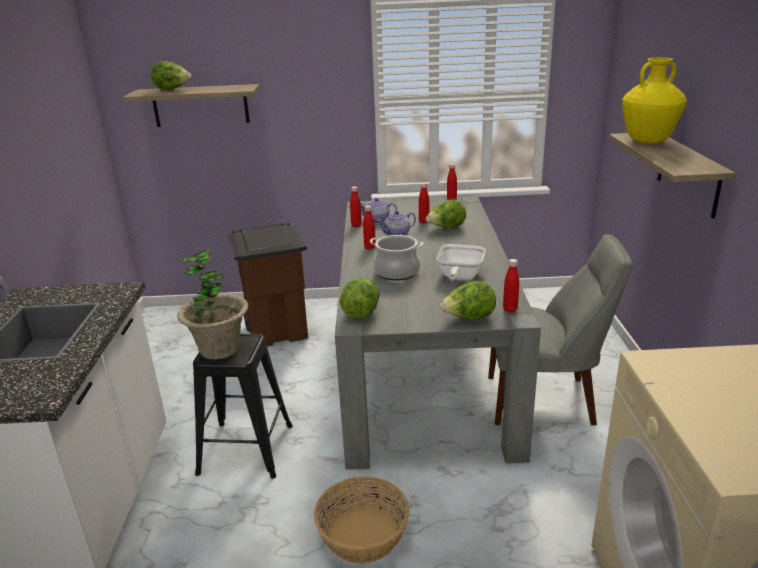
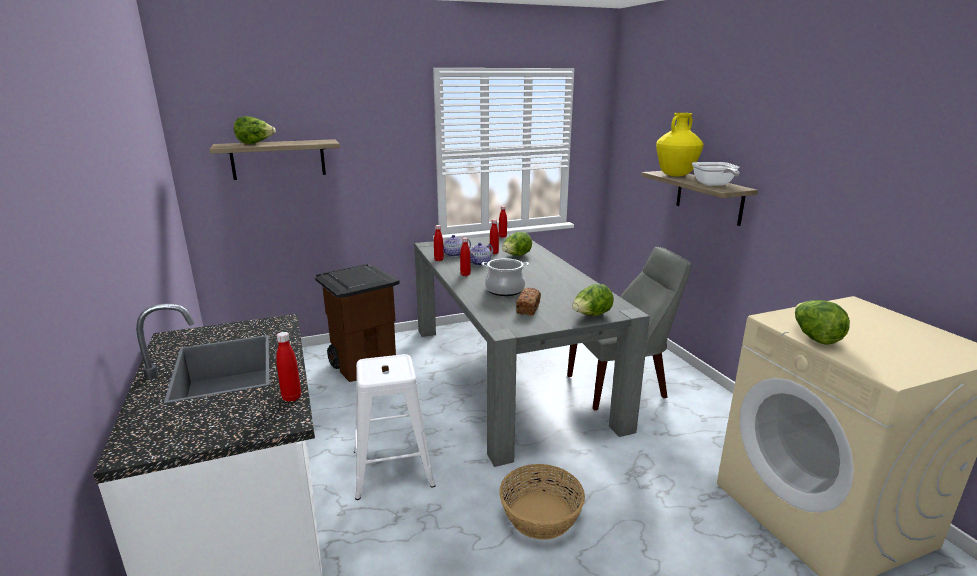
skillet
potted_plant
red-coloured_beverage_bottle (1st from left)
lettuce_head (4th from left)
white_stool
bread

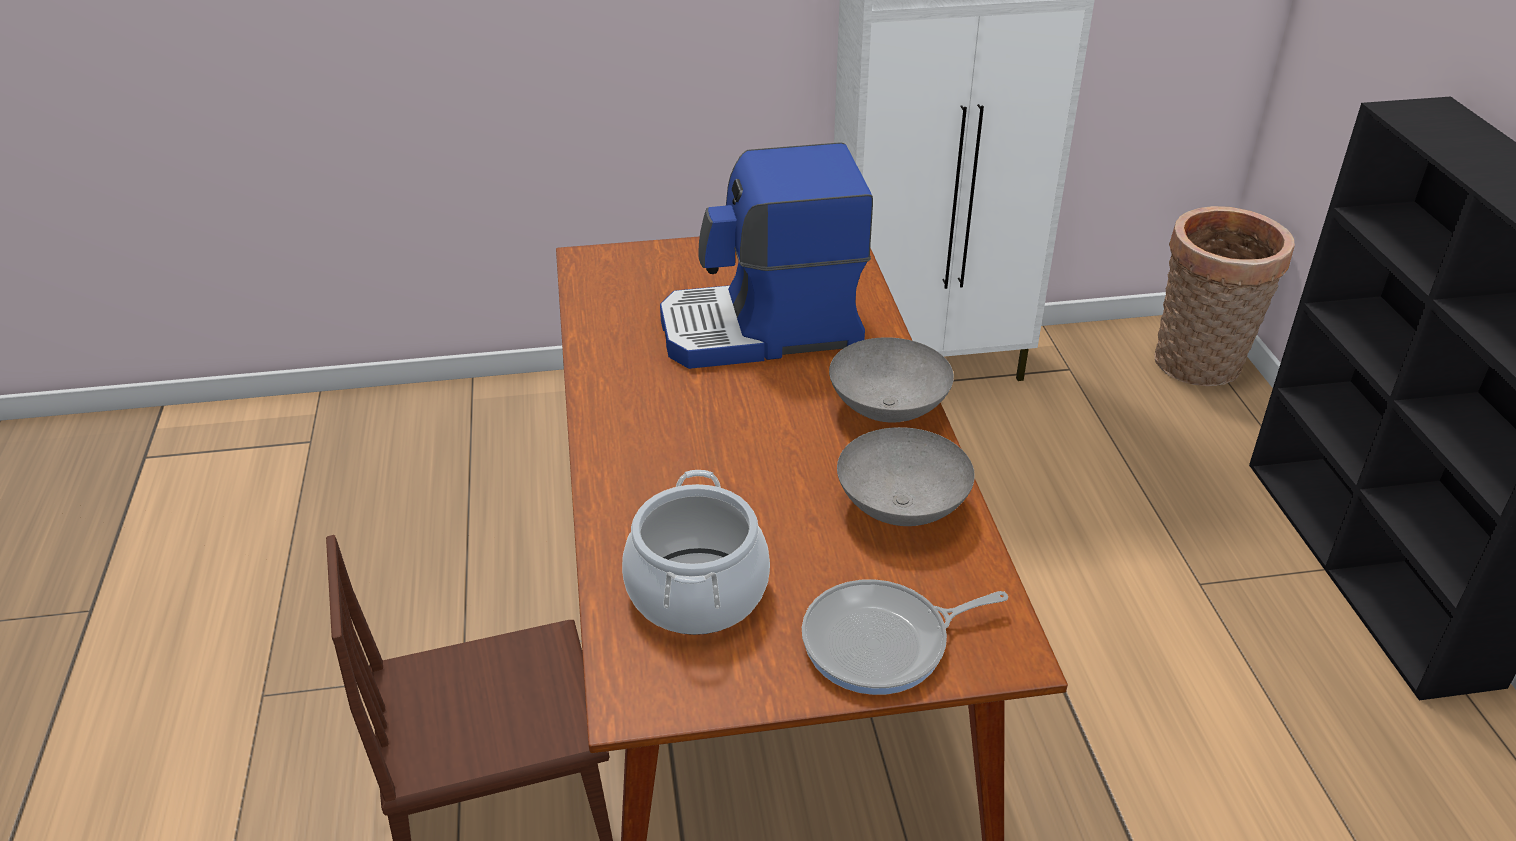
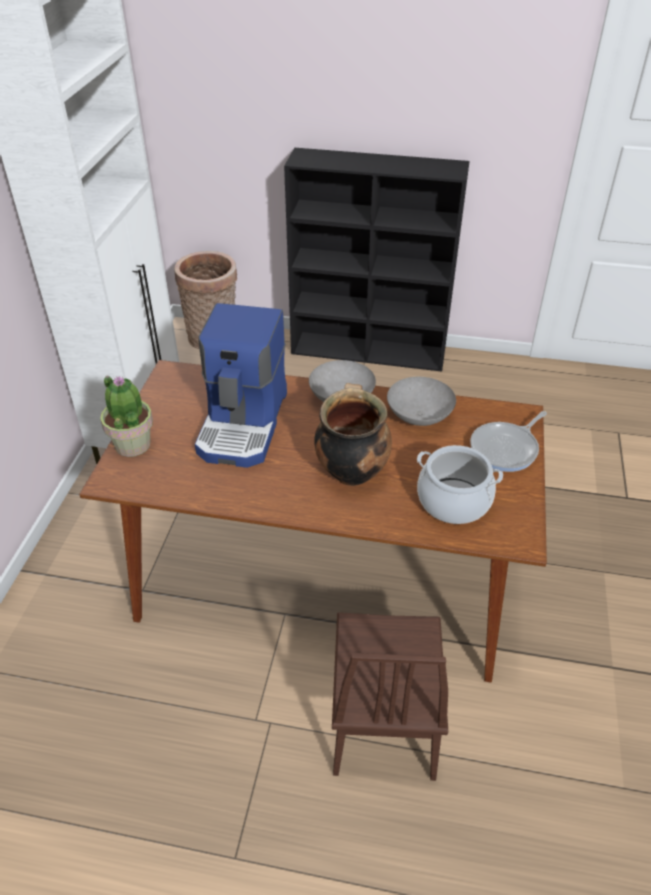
skillet
potted_plant
saucepot (1st from left)

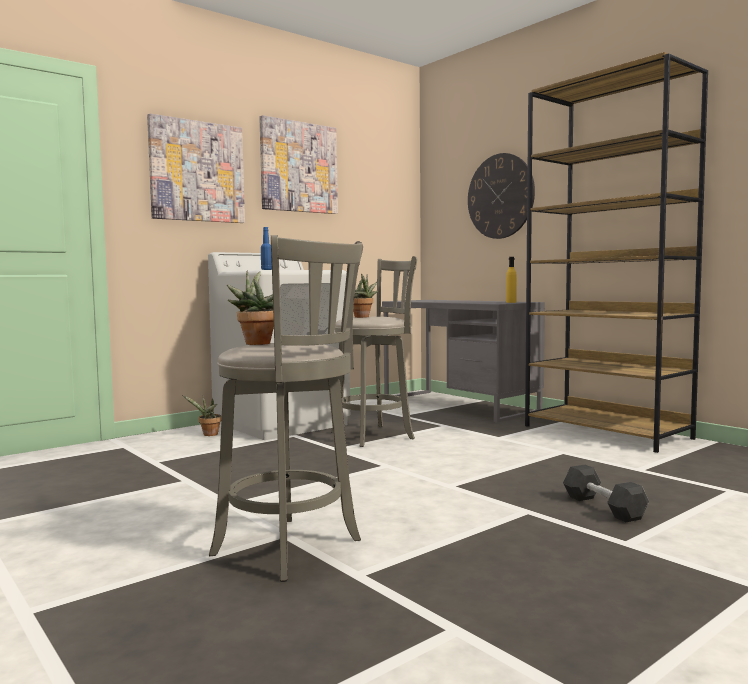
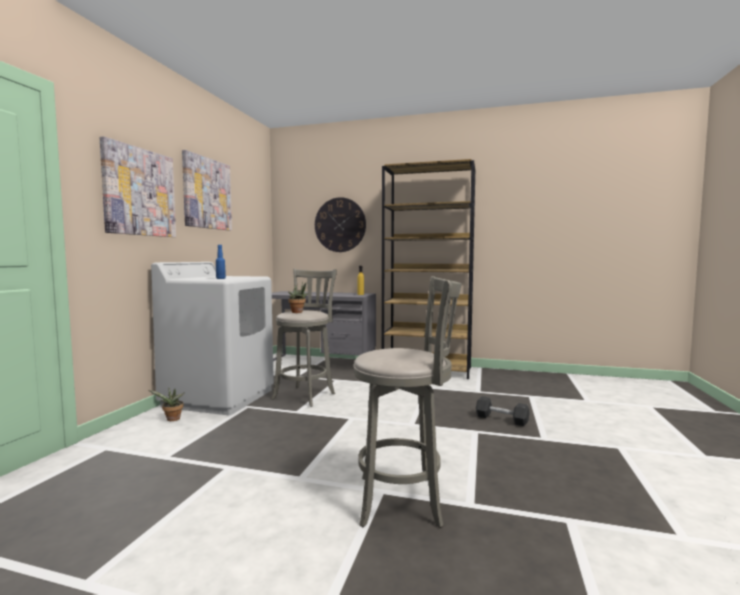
potted_plant (2nd from left in the first image)

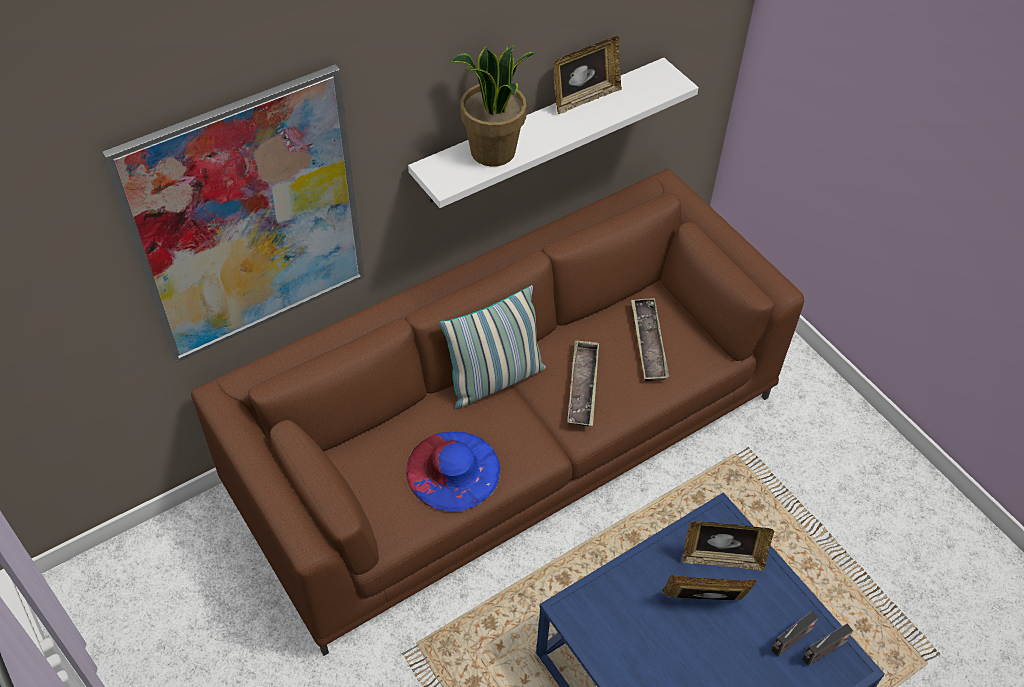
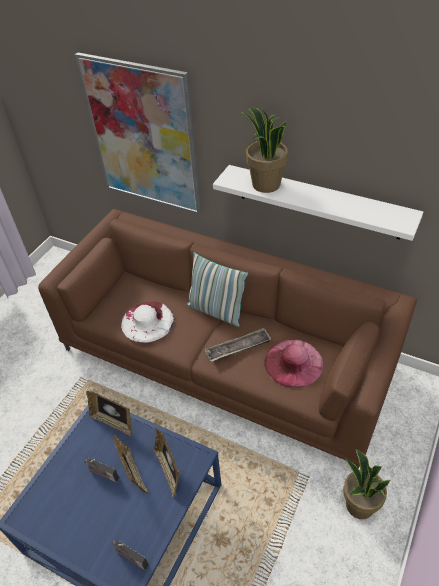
standing_frame (1st from left)
pink_hat
white_hat
radio_set (1st from left)
potted_plant (2nd from left)

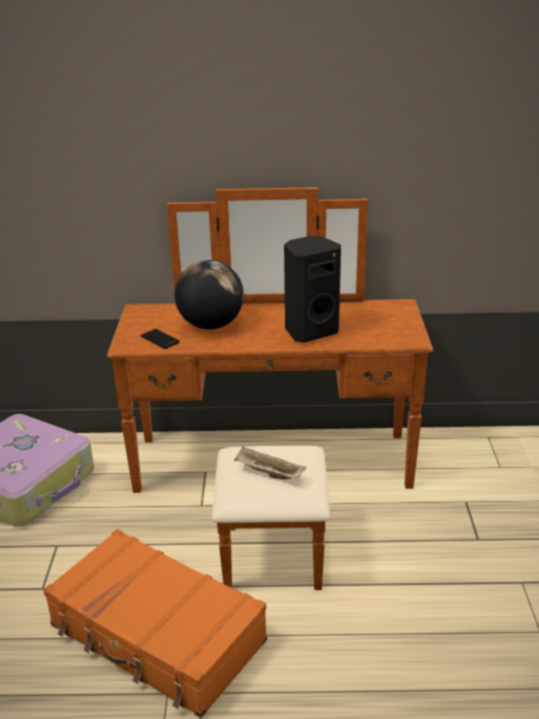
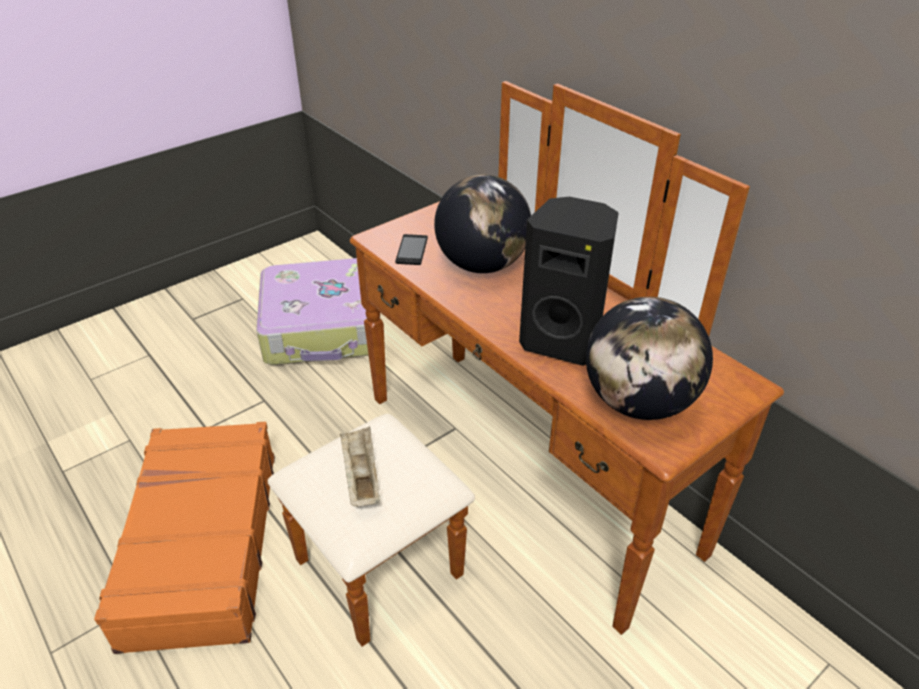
desk_globe (2nd from left)

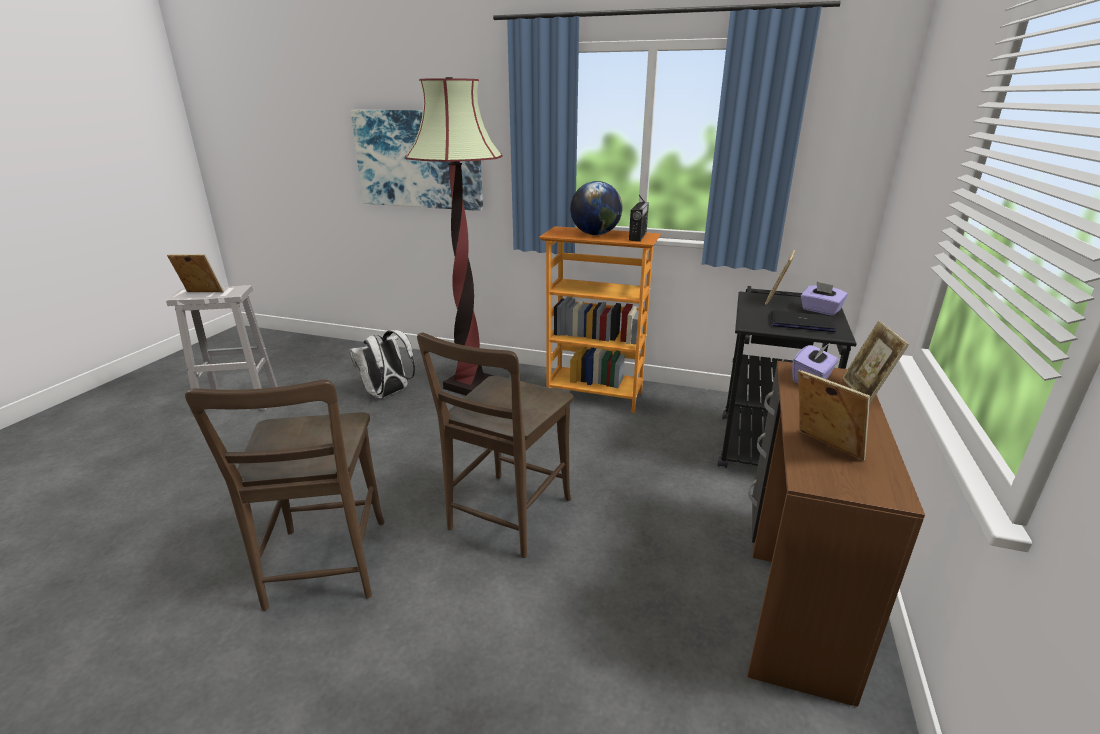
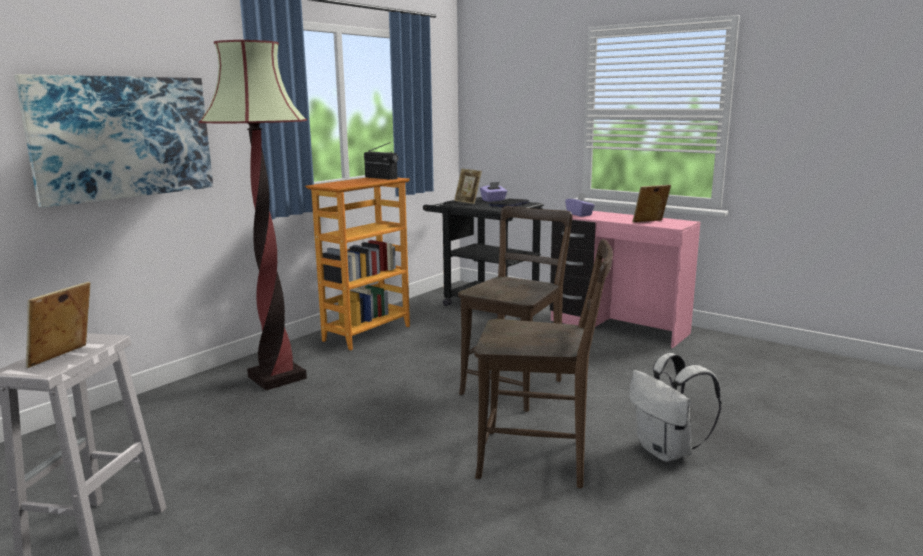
desk_globe
standing_frame (4th from left in the first image)
white_rucksack
brownish_upright_chair (1st from left)
pink_desk

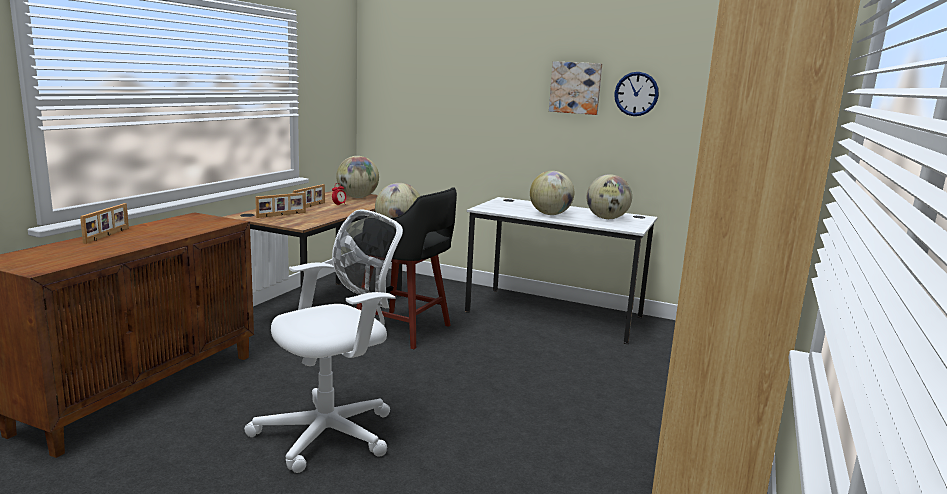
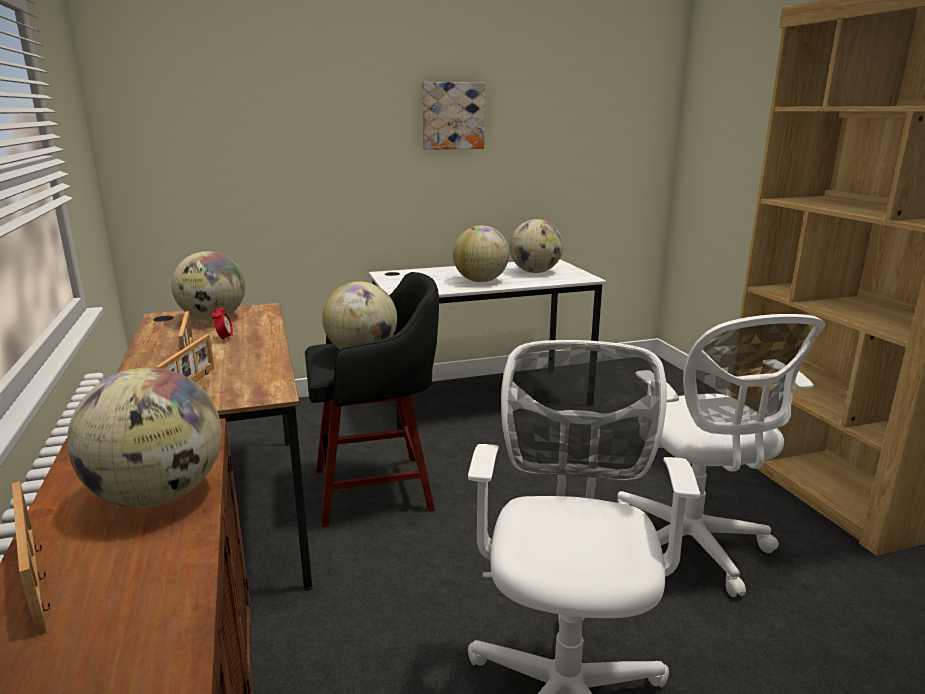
hanging_clock
white_desk_chair (2nd from left)
desk_globe (1st from left)

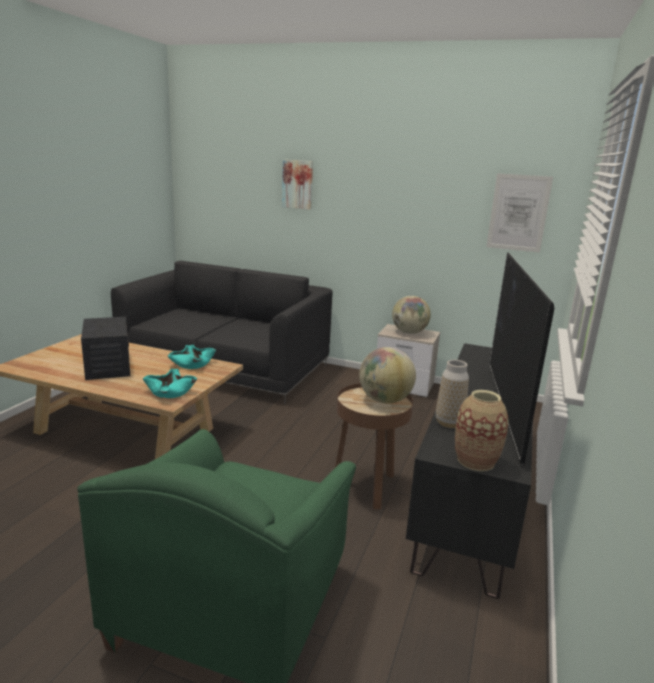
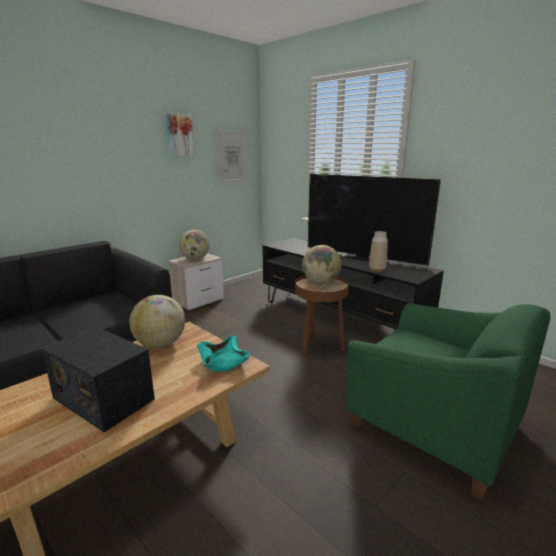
wall_art (1st from left)
radio_set
desk_globe (1st from left)
flower_vase (2nd from left in the first image)

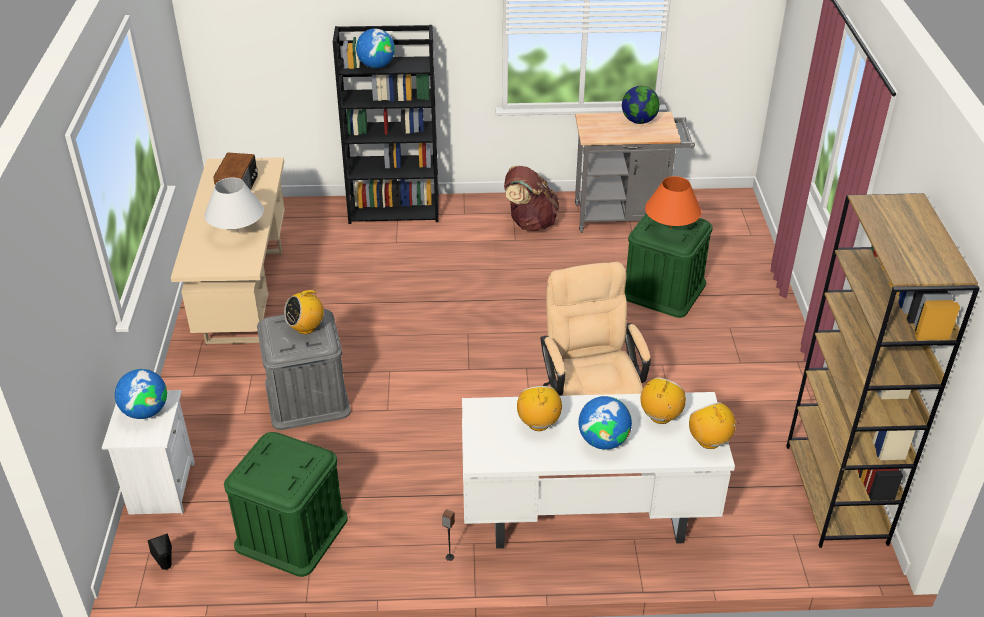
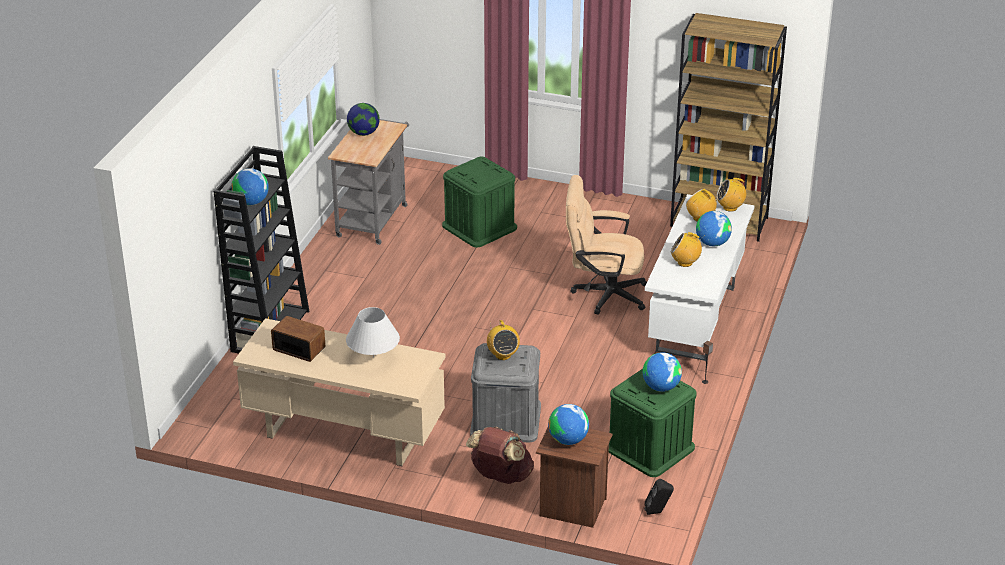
brownish_rucksack
orangey_tabletop_lamp
brownish_nightstand
desk_globe (4th from left)

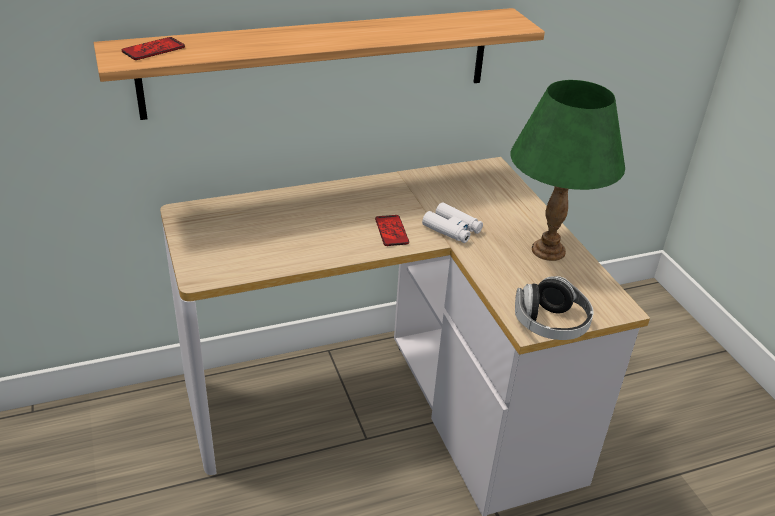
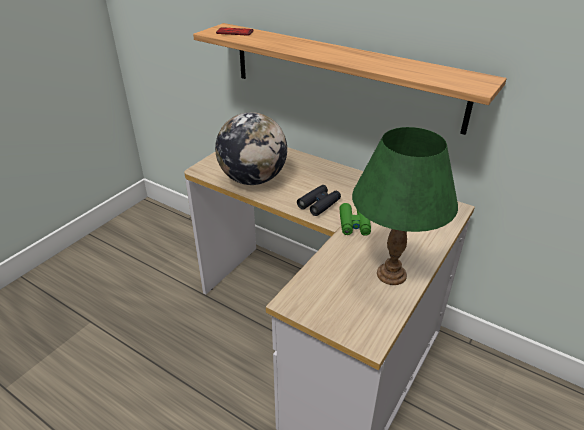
green_field_glasses
black-coloured_field_glasses
pair_of_headphones
desk_globe

